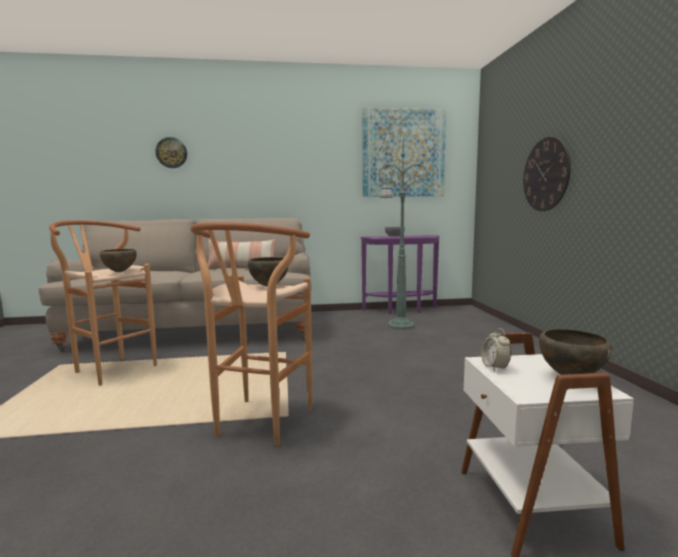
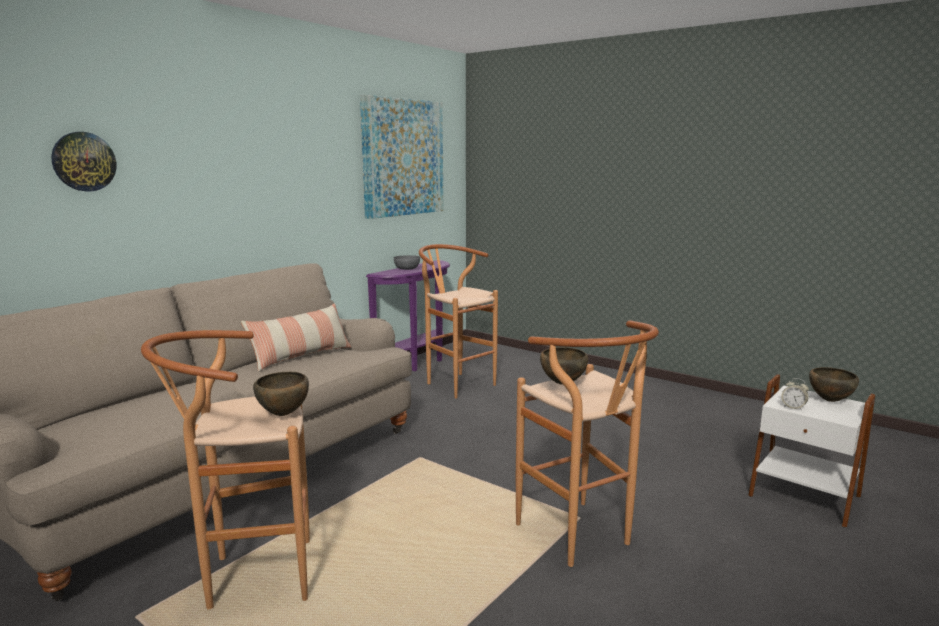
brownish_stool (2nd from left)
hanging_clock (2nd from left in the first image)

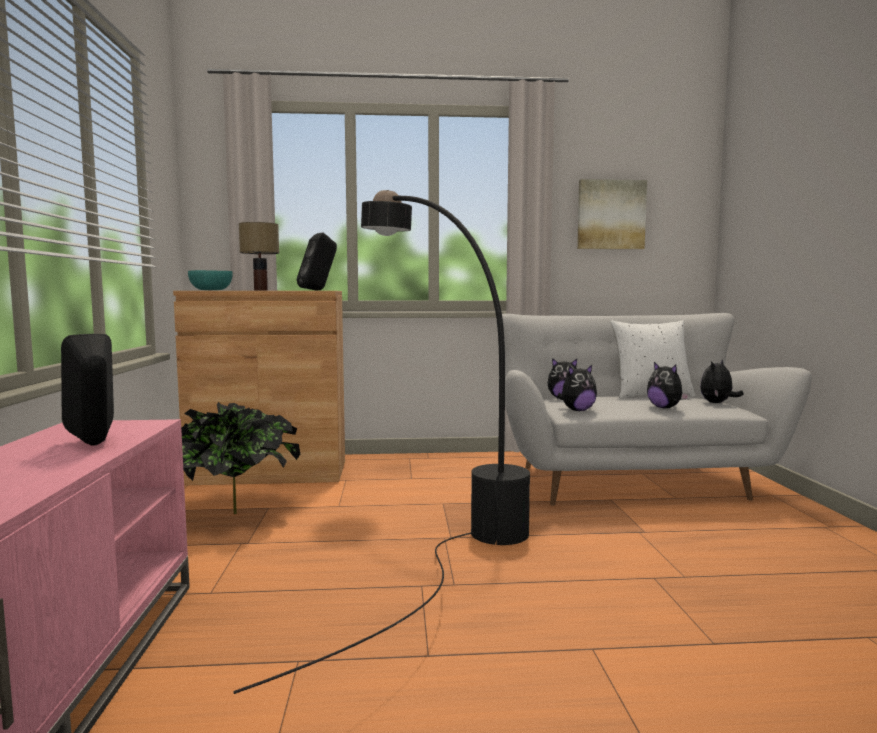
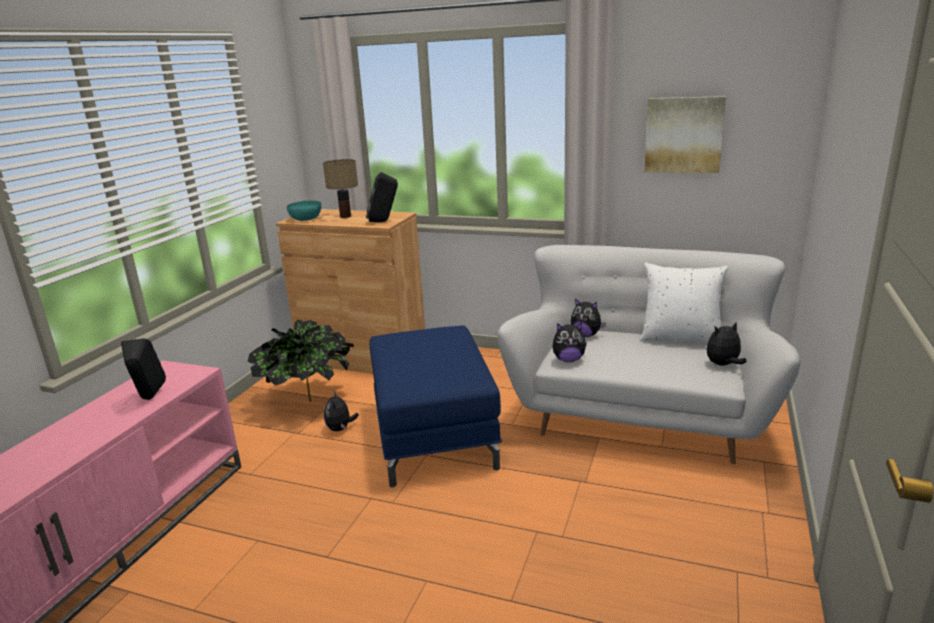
blue_footrest
plush_toy (1st from left)

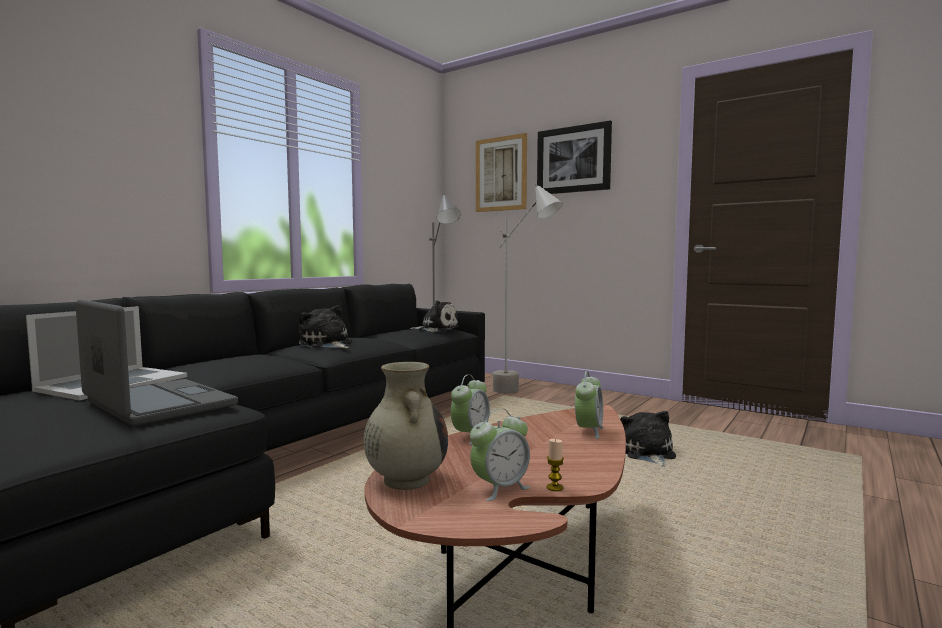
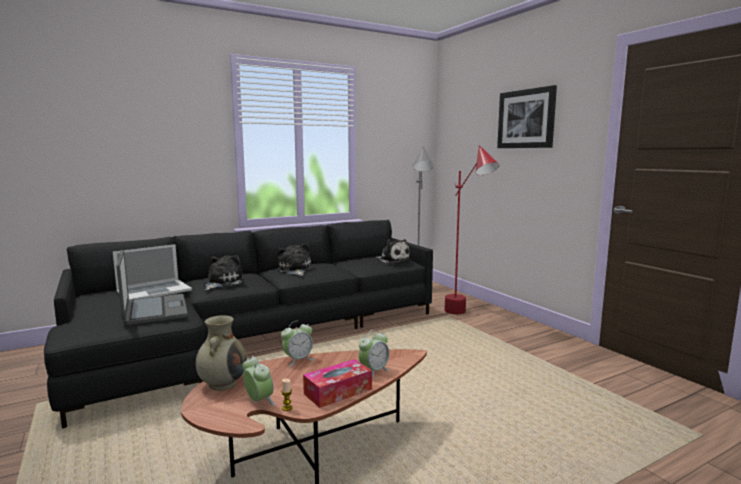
wall_art (1st from left in the first image)
red-coloured_floor_lamp
table_clock (1st from left)
plush_toy (1st from left)
tissue_holder

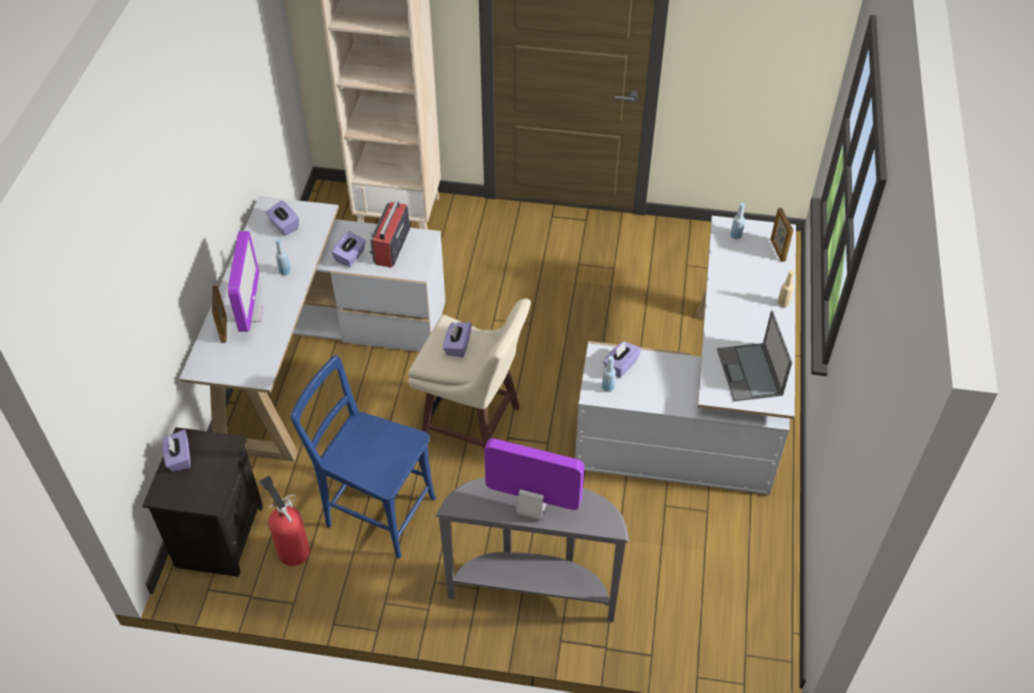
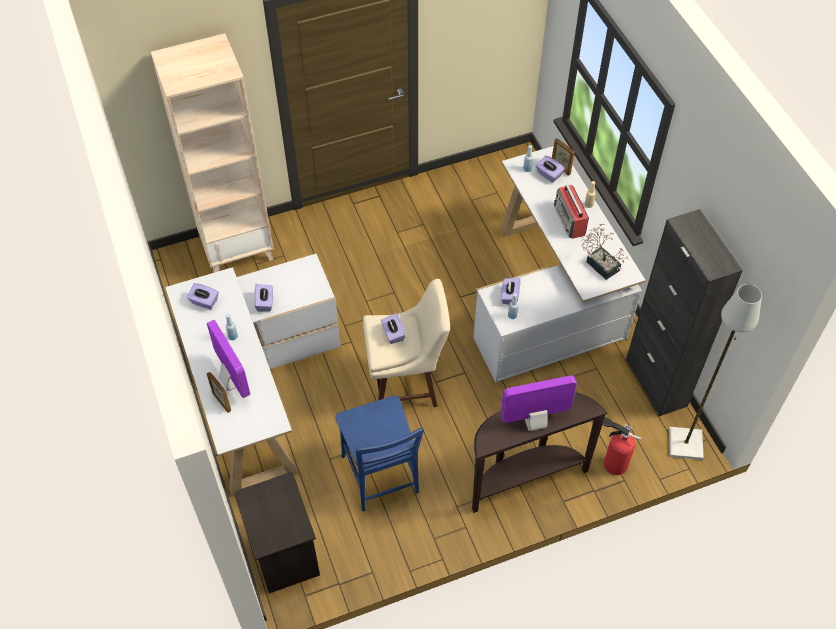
radio_set
potted_plant
blue_upright_chair
purple-coloured_tissue_holder (5th from left)
fire-fighting_cylinder
brownish_hall_table
black-coloured_cabinet
gray_floor_lamp

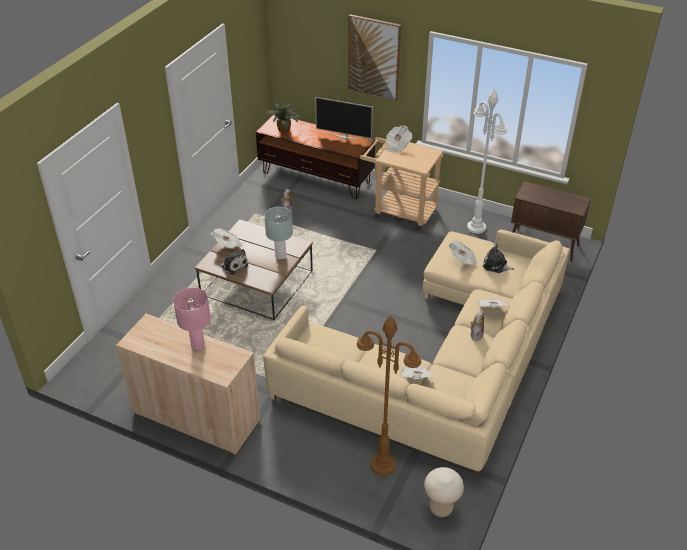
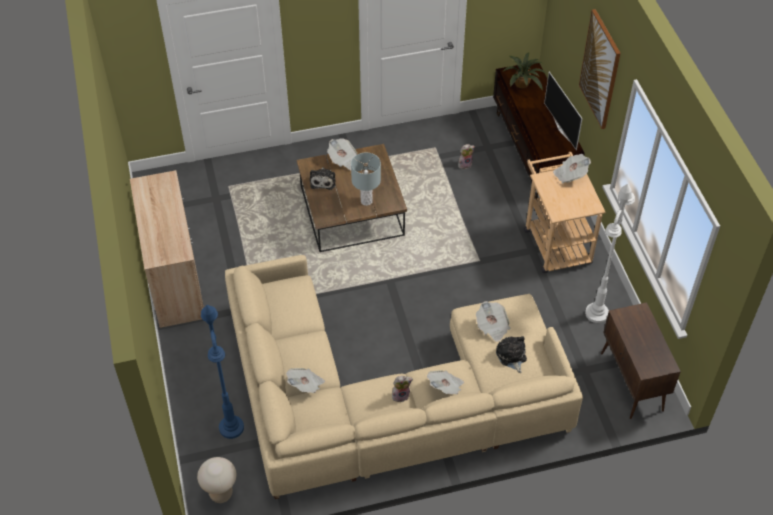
pink_tabletop_lamp
blue_floor_lamp

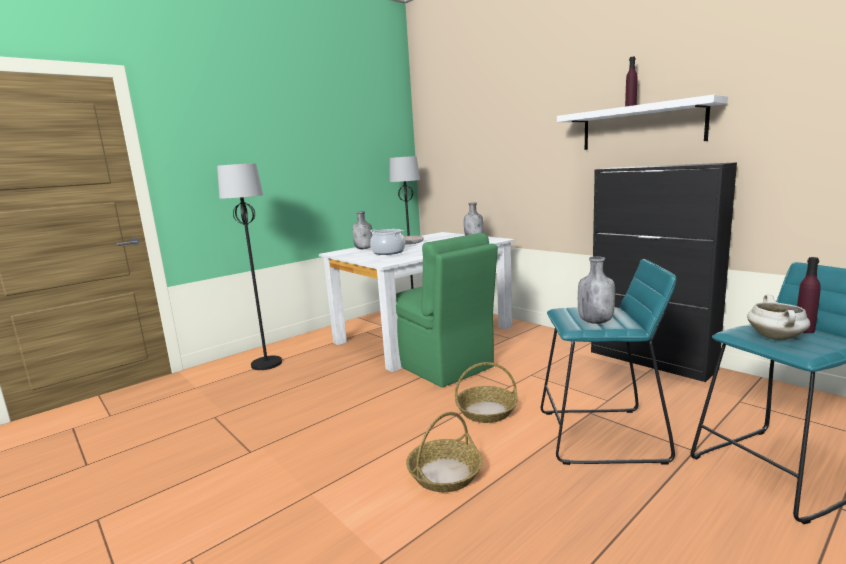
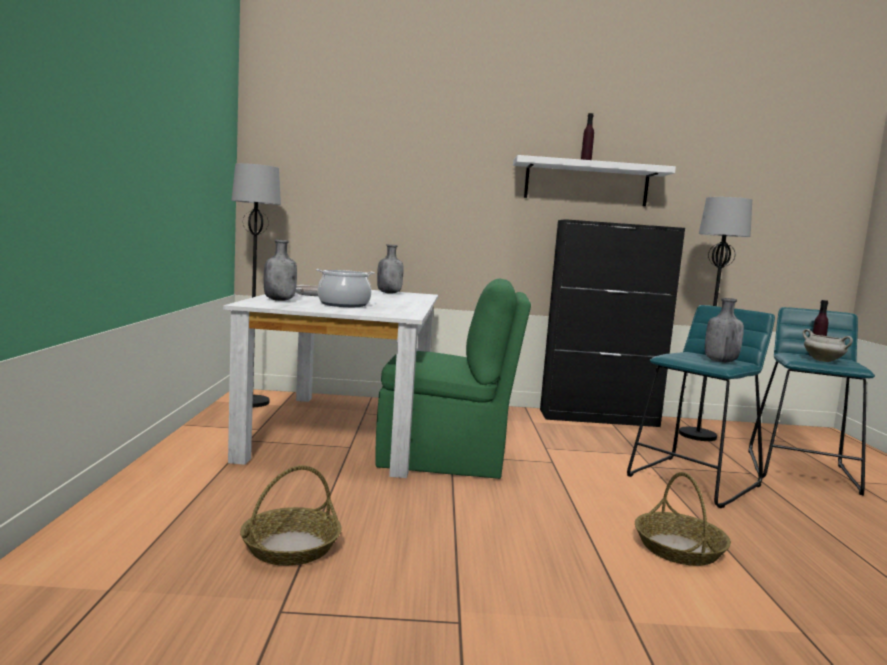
black-coloured_floor_lamp (2nd from left)
storage_basket (1st from left)

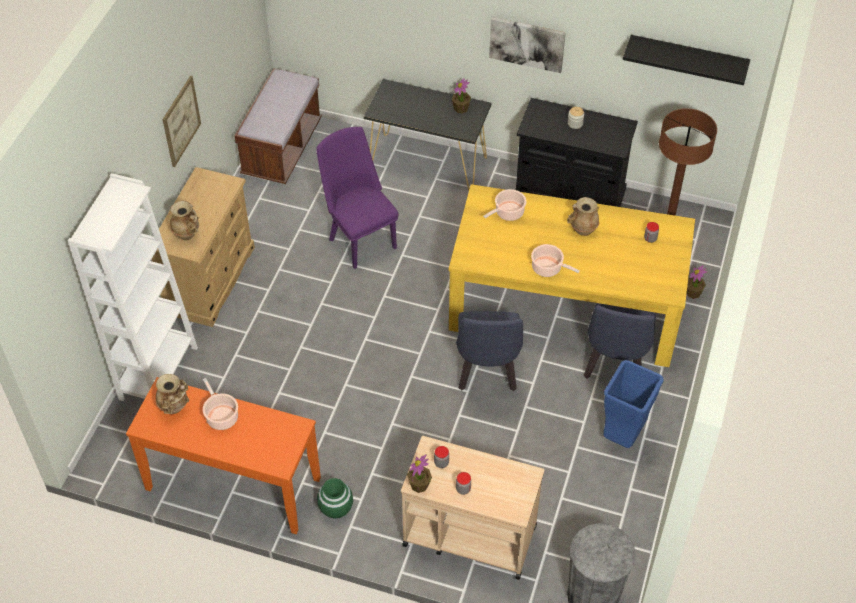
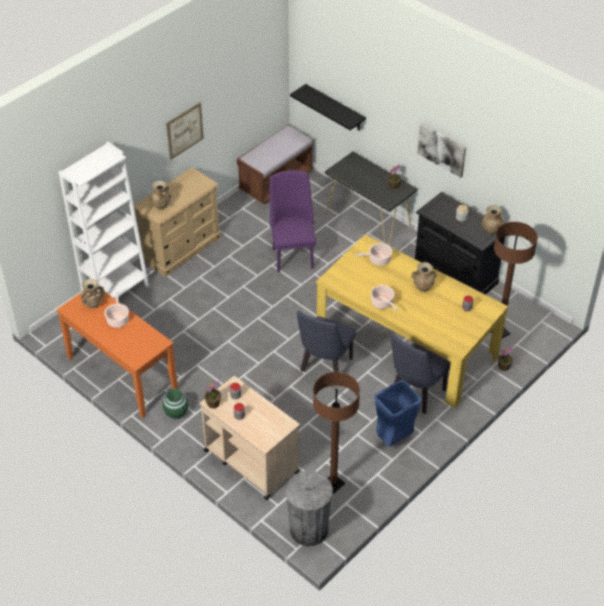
black-coloured_wall_shelf
sand-coloured_flower_vase (4th from left)
brownish_floor_lamp (1st from left)

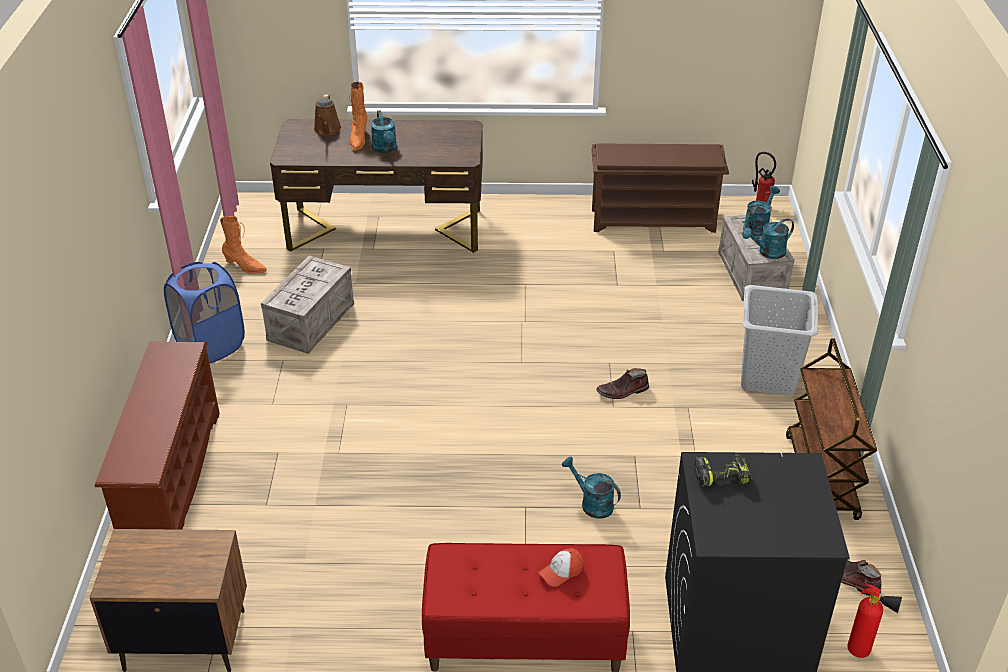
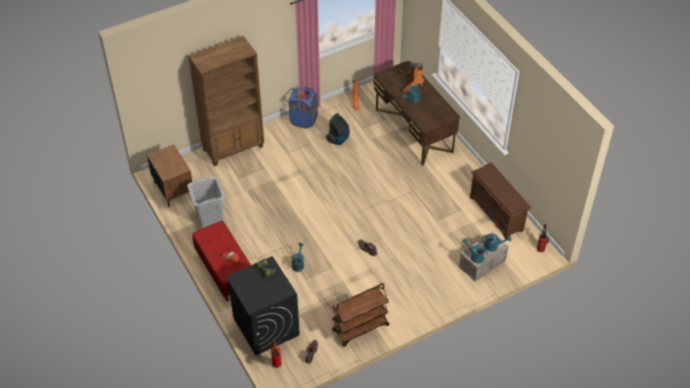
vacuum_cleaner
gray_hamper
brownish_shelving_unit

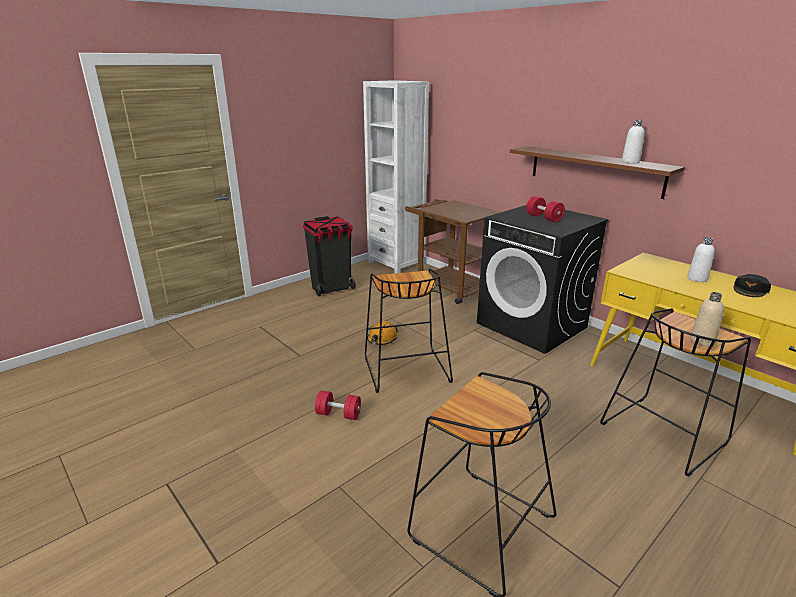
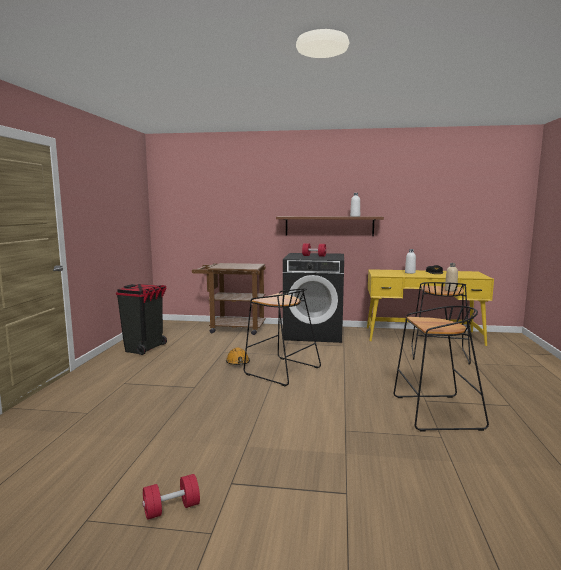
white_shelving_unit
red-coloured_dumbbell (1st from left)

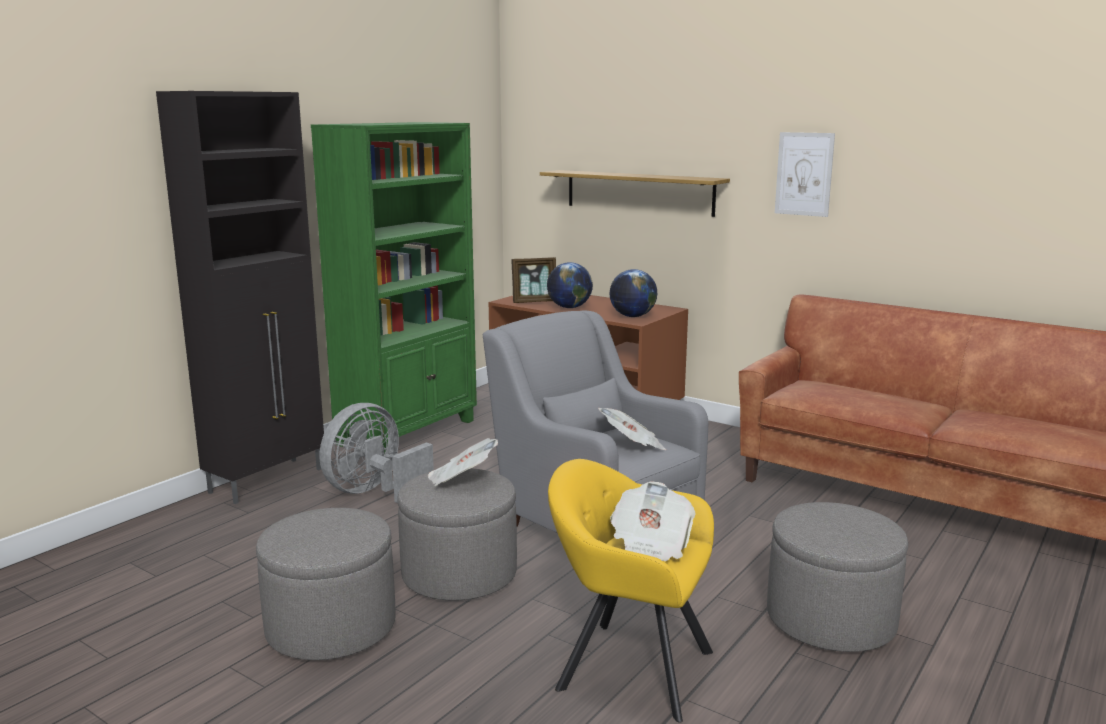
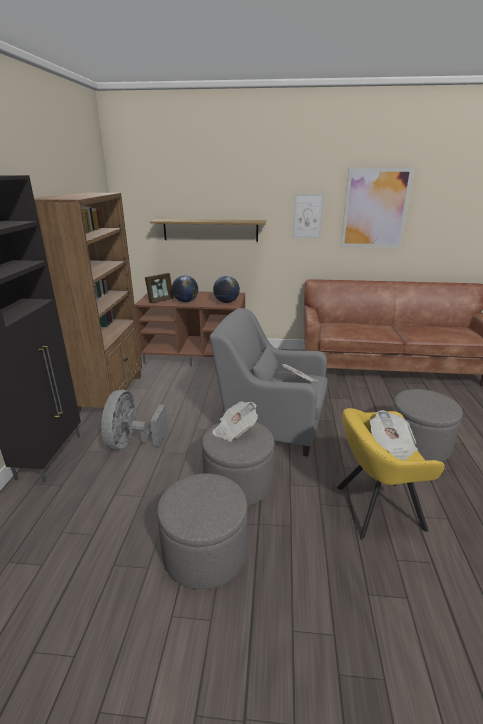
brownish_shelving_unit
wall_art (2nd from left)

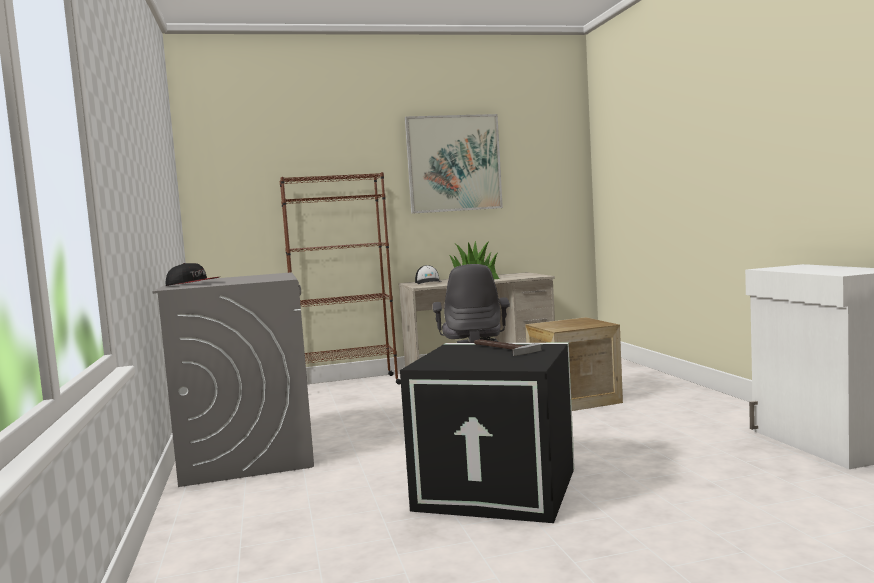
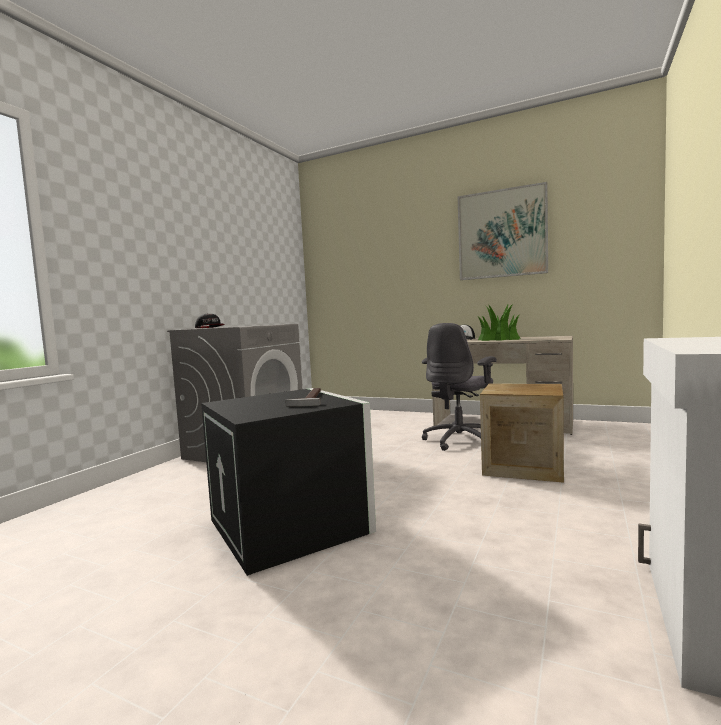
brownish_shelving_unit

